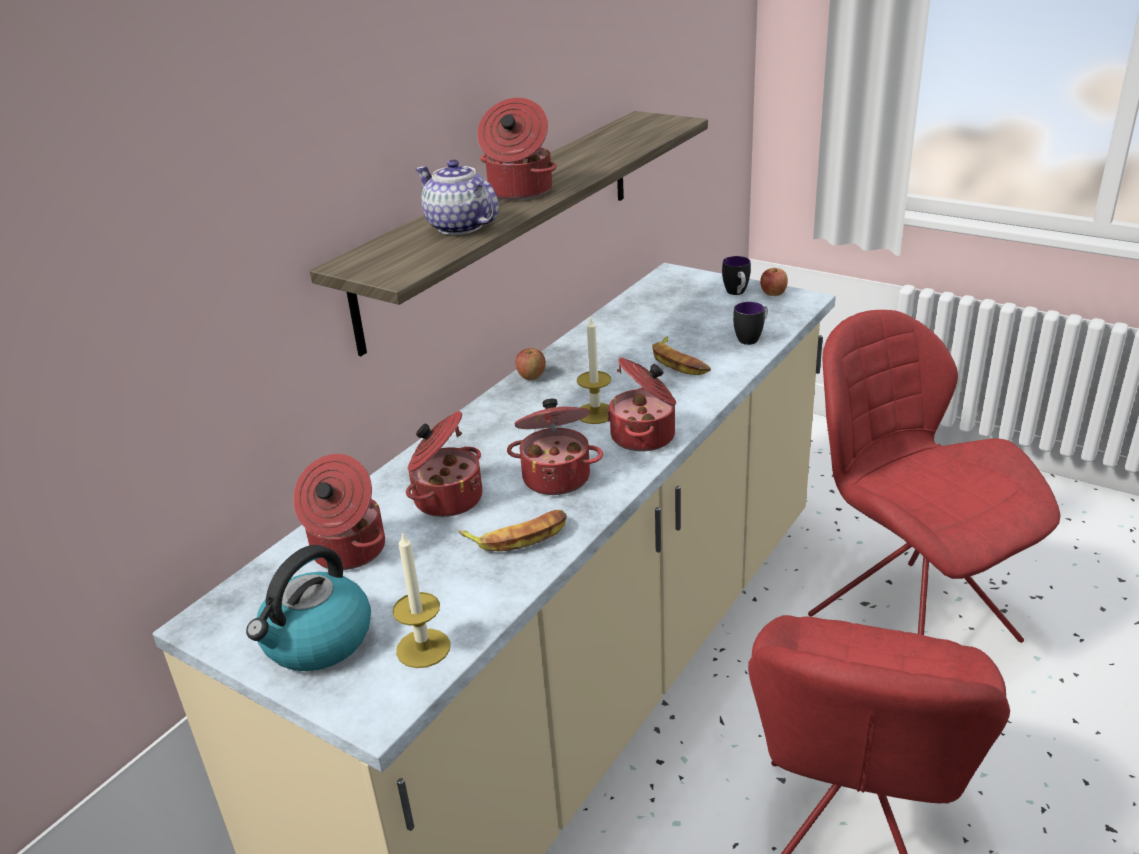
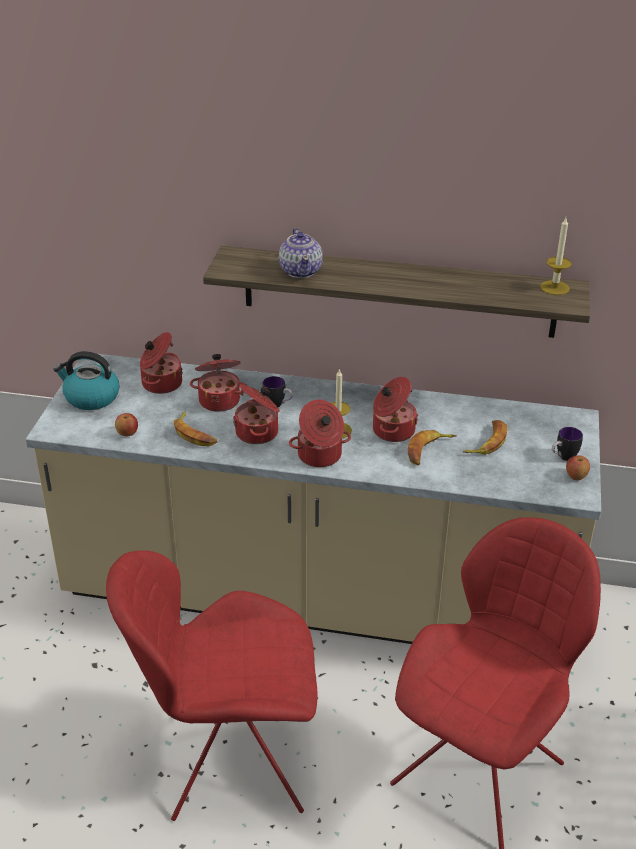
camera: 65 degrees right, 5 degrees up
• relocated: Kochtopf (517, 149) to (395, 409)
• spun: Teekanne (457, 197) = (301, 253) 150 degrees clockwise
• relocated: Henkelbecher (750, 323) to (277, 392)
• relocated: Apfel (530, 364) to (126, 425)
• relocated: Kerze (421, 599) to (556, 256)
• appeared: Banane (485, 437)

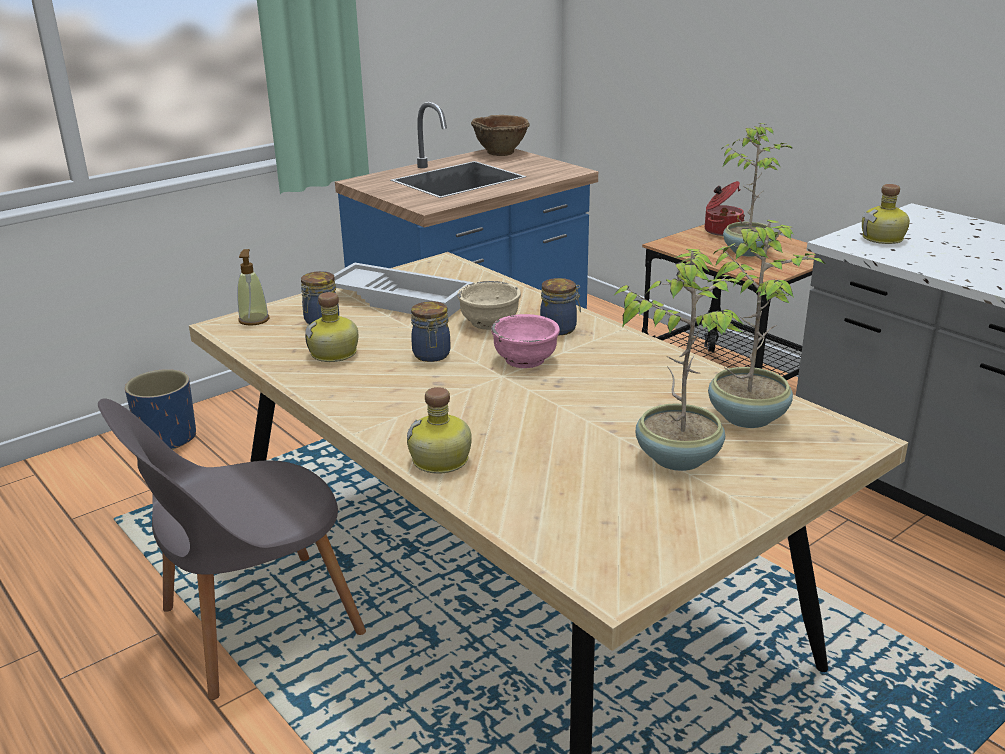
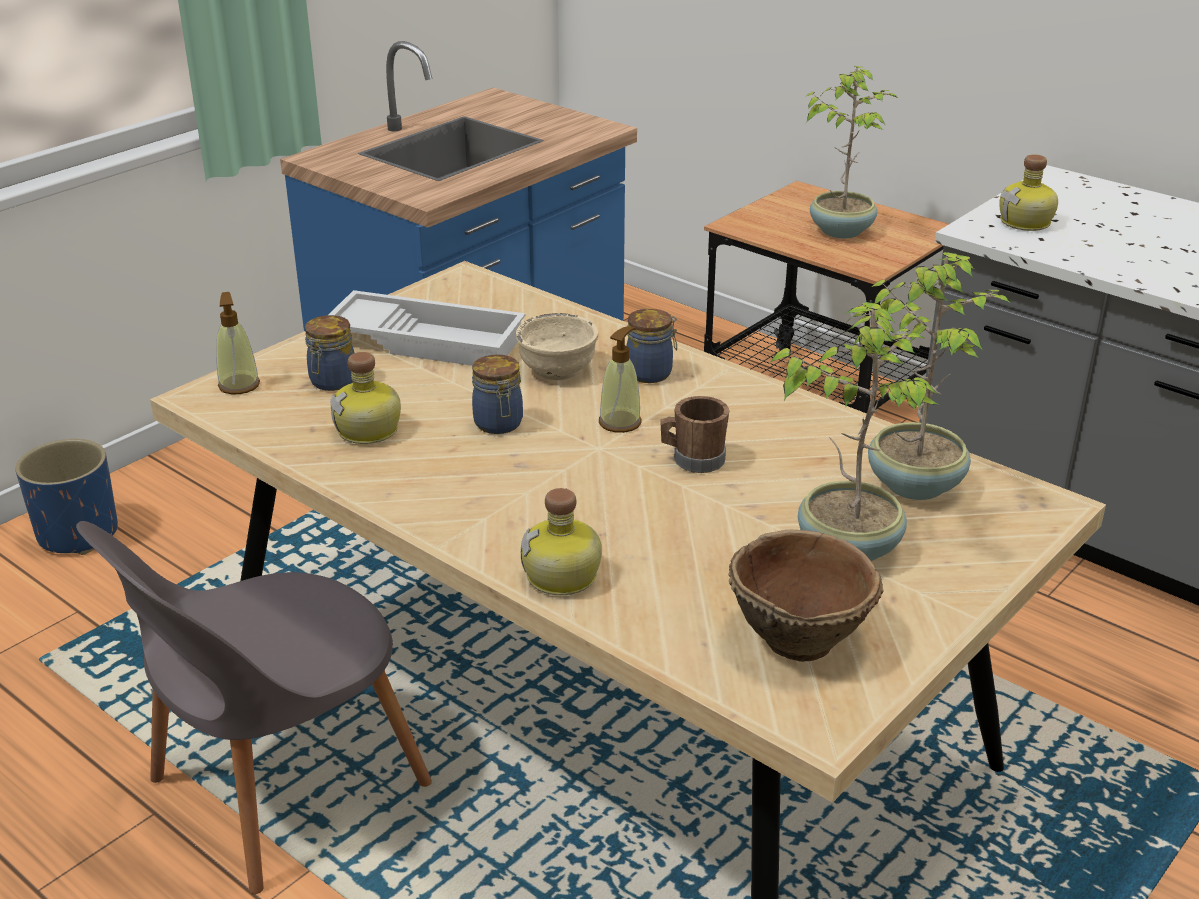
camera: 10 degrees left, 5 degrees up
• relocated: Schüssel [braun] (500, 135) to (805, 596)
• missing: Kochtopf (725, 208)
• exchanged: Schüssel [rosa] (525, 341) to Seifenspender (620, 379)
• appeared: Henkelbecher [braun] (695, 434)

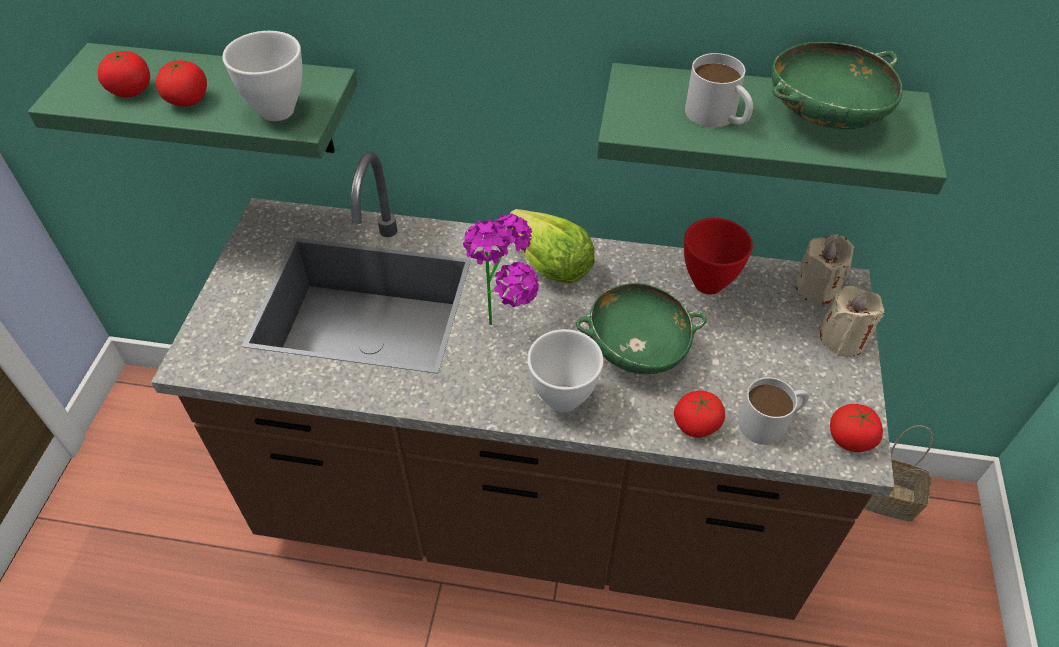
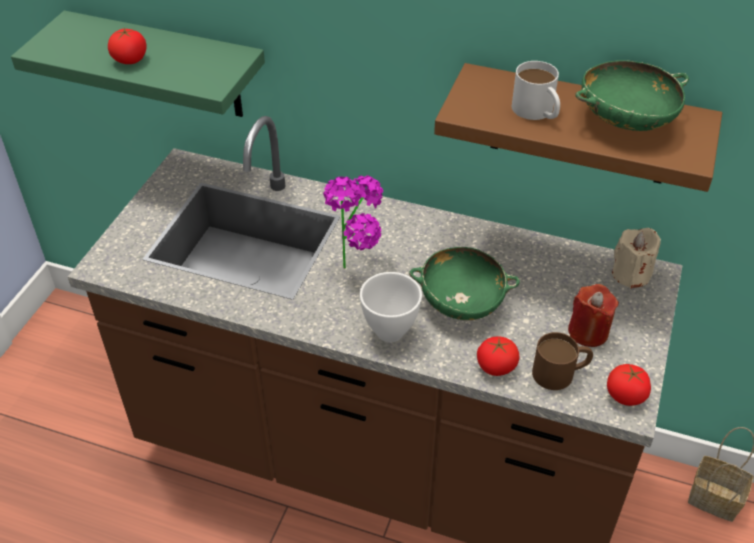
camera: 10 degrees right, 5 degrees down
• missing: Schüssel [weiß] (262, 76)
• missing: Tomate (124, 74)
• colour: Wandregal [grün] (772, 129) to Wandregal [braun] (578, 127)
• missing: Salatkopf (552, 246)
• missing: Schüssel [rot] (718, 256)
• missing: Kerze [beige] (852, 321)
• colour: Henkelbecher [weiß] (773, 411) to Henkelbecher [braun] (562, 361)
• appeared: Kerze [rot] (593, 315)

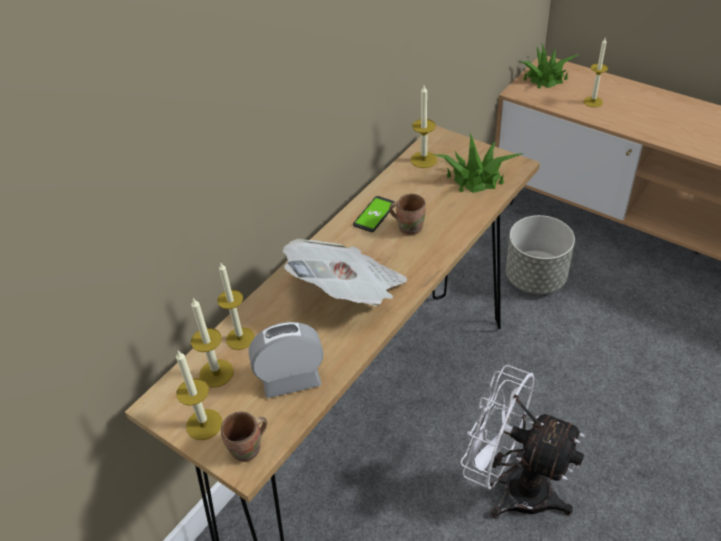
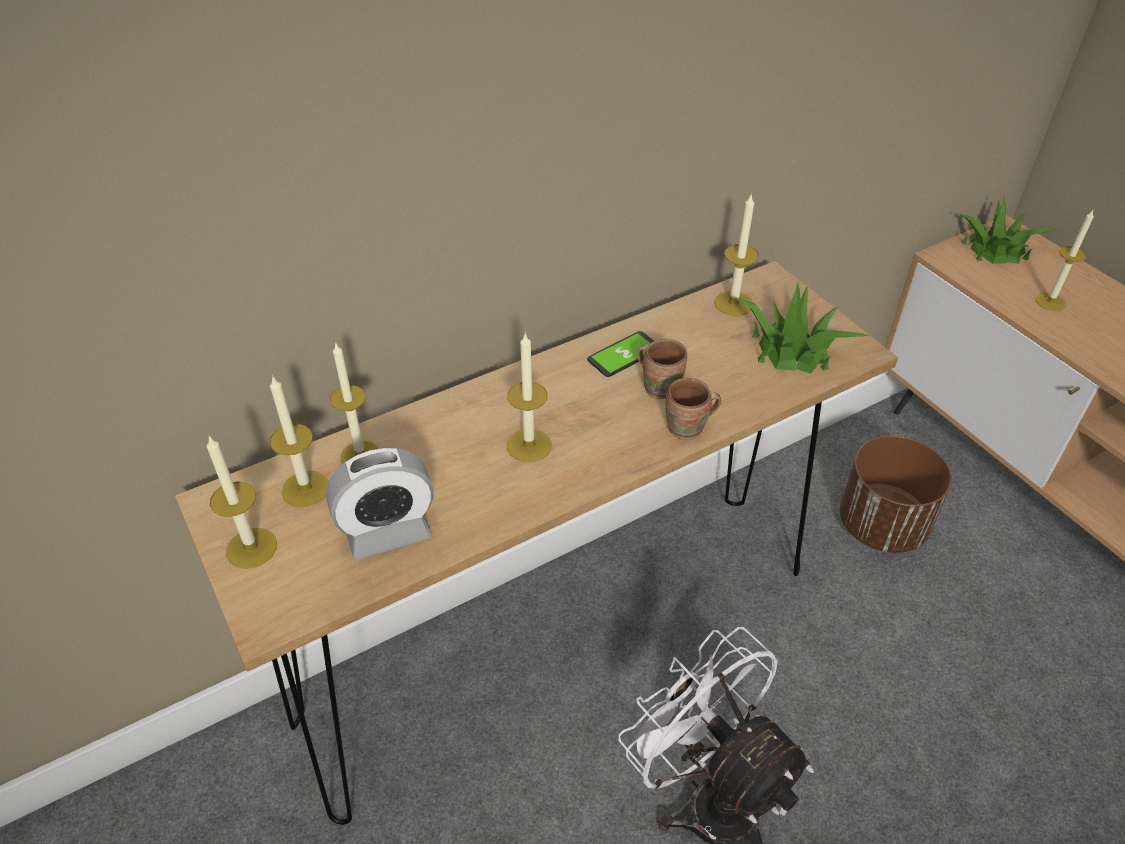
camera: 20 degrees right, 0 degrees up
• colour: Pflanzkübel [grau] (540, 254) to Pflanzkübel [braun] (896, 494)
• exchanged: Zeitung (344, 272) to Kerze (529, 397)
• spun: Wecker (286, 360) = (380, 504) 150 degrees clockwise
• relocated: Henkelbecher [braun] (244, 436) to (693, 409)

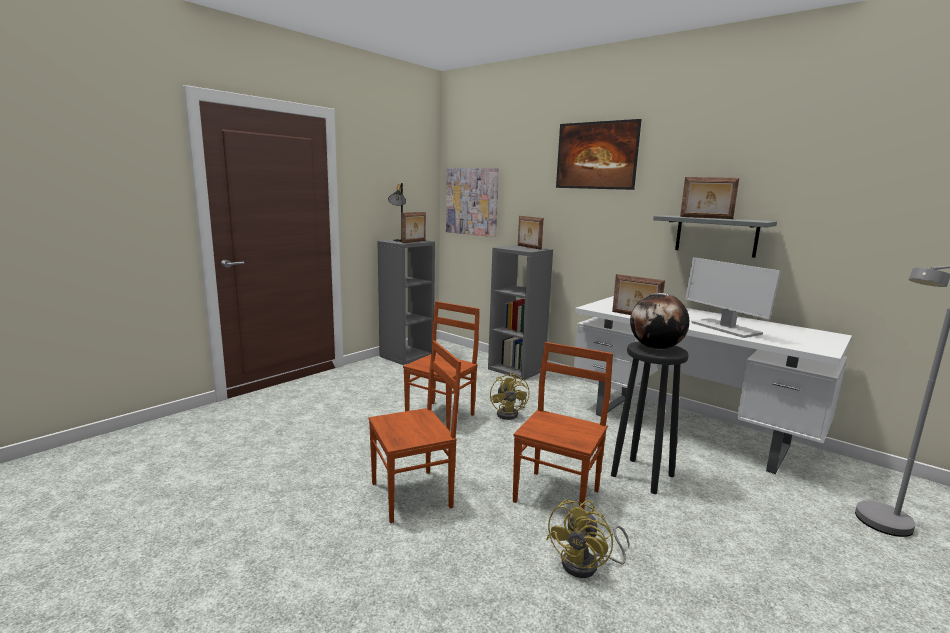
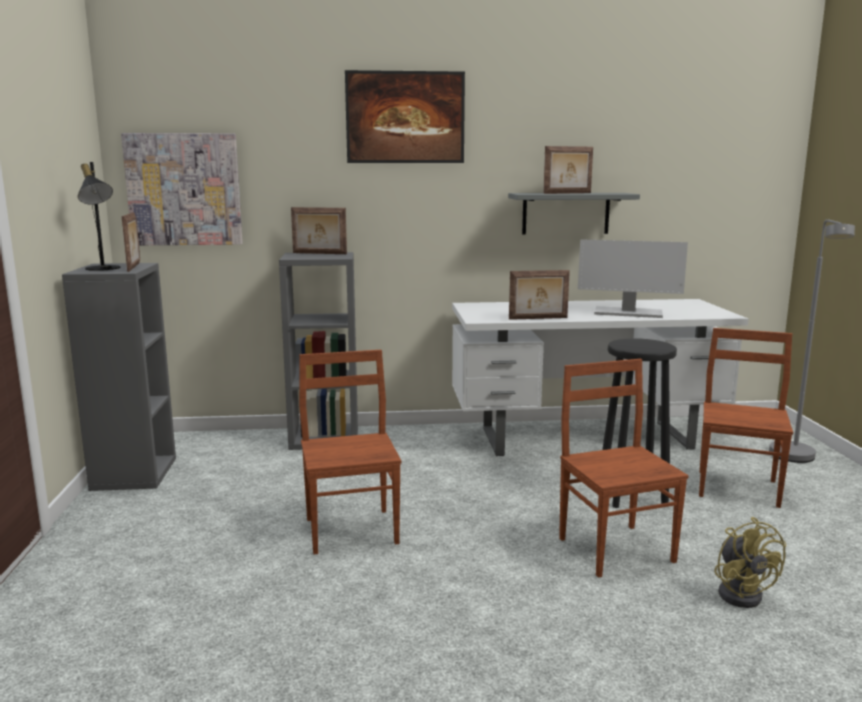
camera: 45 degrees left, 0 degrees up
• missing: Globus (659, 321)
• relocated: Stuhl [braun] (415, 432) to (746, 418)
• missing: Ventilator [gelb] (509, 396)

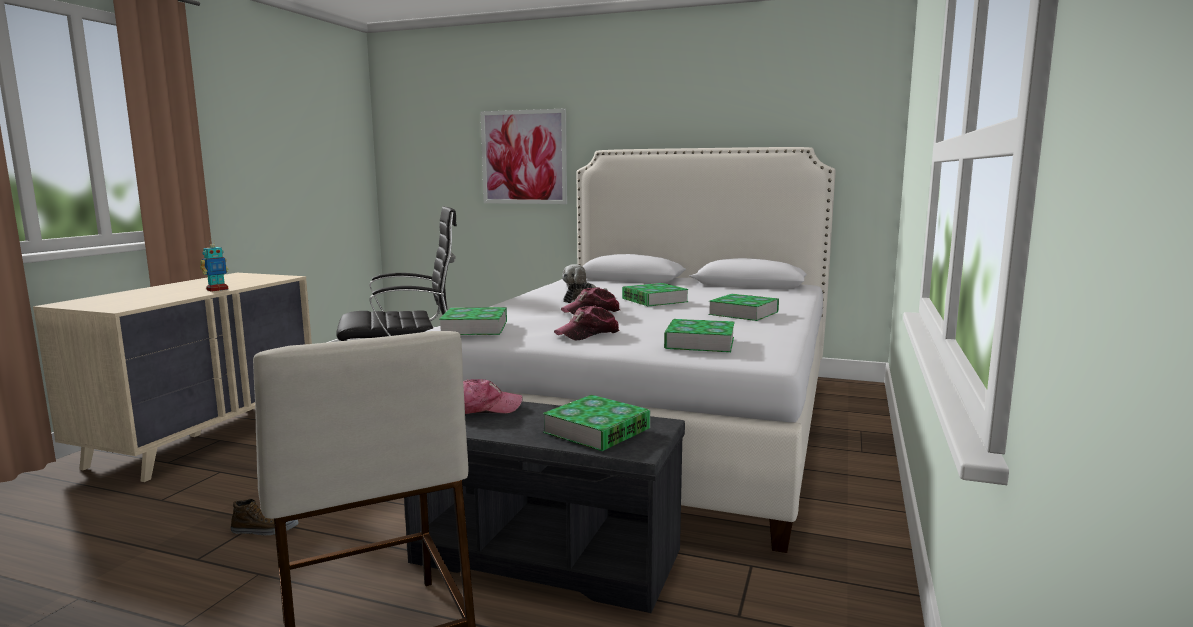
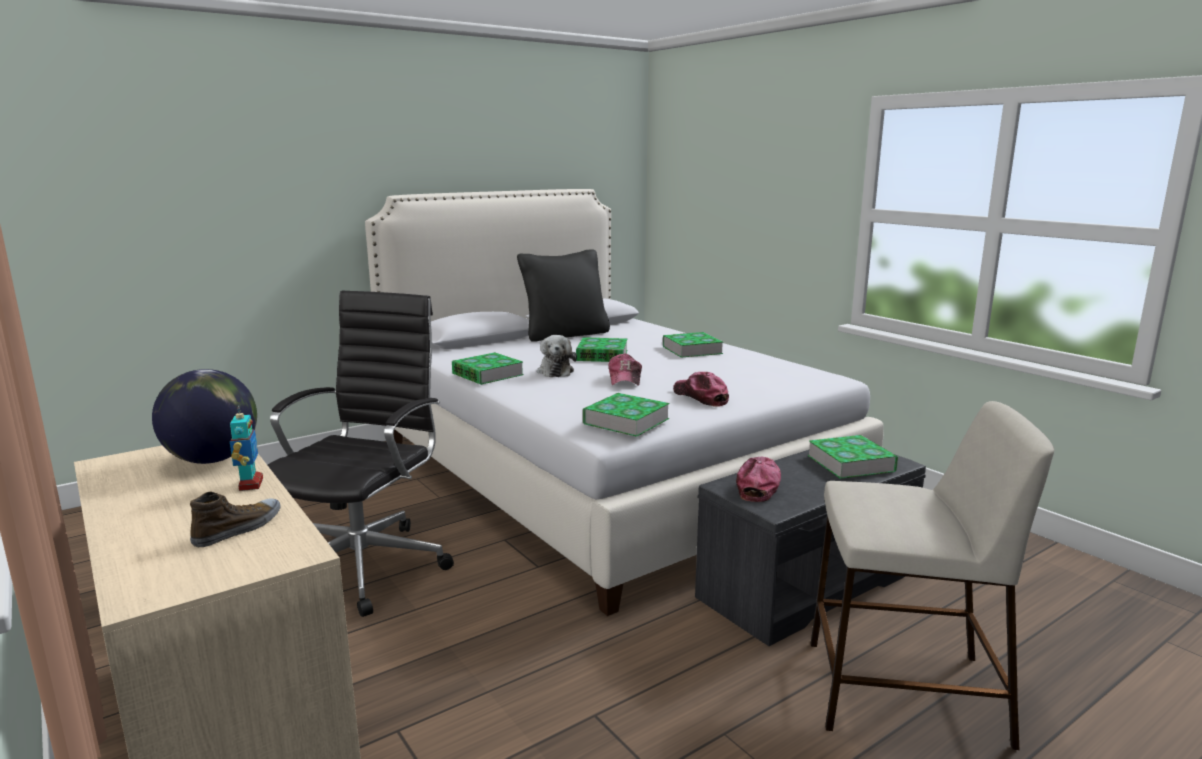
camera: 55 degrees left, 5 degrees up
• missing: Bild (524, 156)
• spun: Kappe (587, 323) = (701, 389) 150 degrees clockwise
• relocated: Buch (699, 335) to (488, 368)
• relocated: Schuh (265, 517) to (235, 519)
• appeared: Kissen [schwarz] (563, 296)
• appeared: Globus (204, 416)

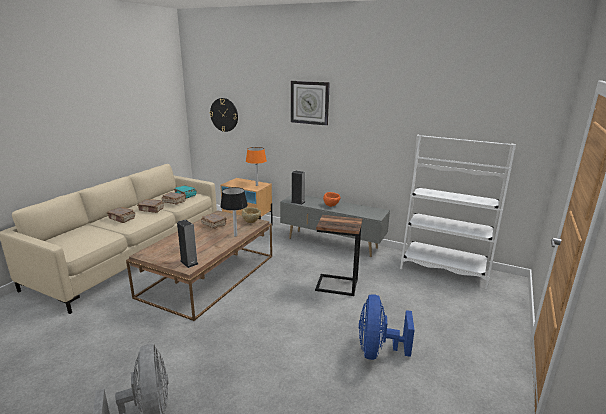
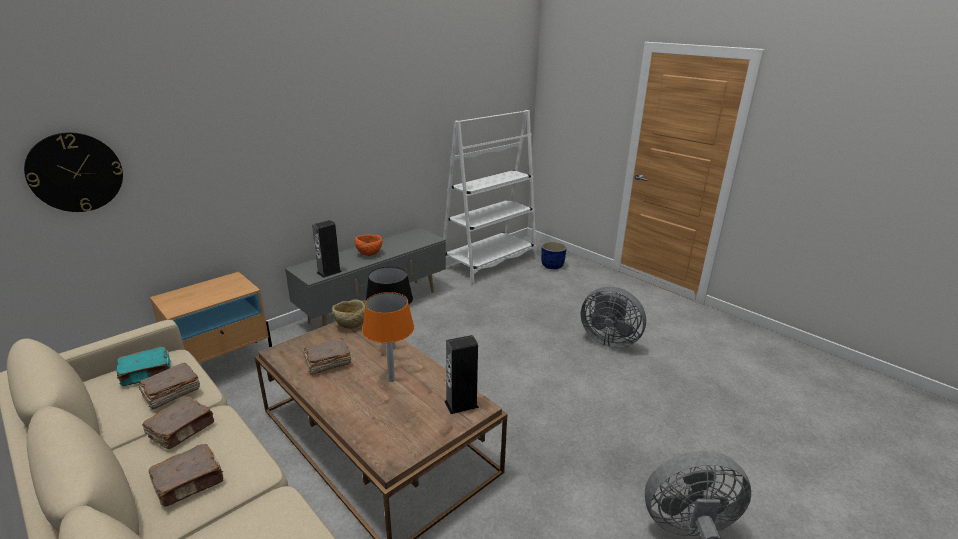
camera: 70 degrees left, 5 degrees up
• missing: Wanduhr (310, 103)
• relocated: Tischlampe [orange] (256, 166) to (388, 337)
• missing: Beistelltisch (338, 255)
• colour: Ventilator [blau] (387, 327) to Ventilator [grau] (613, 317)
• appeared: Pflanzkübel [blau] (554, 255)

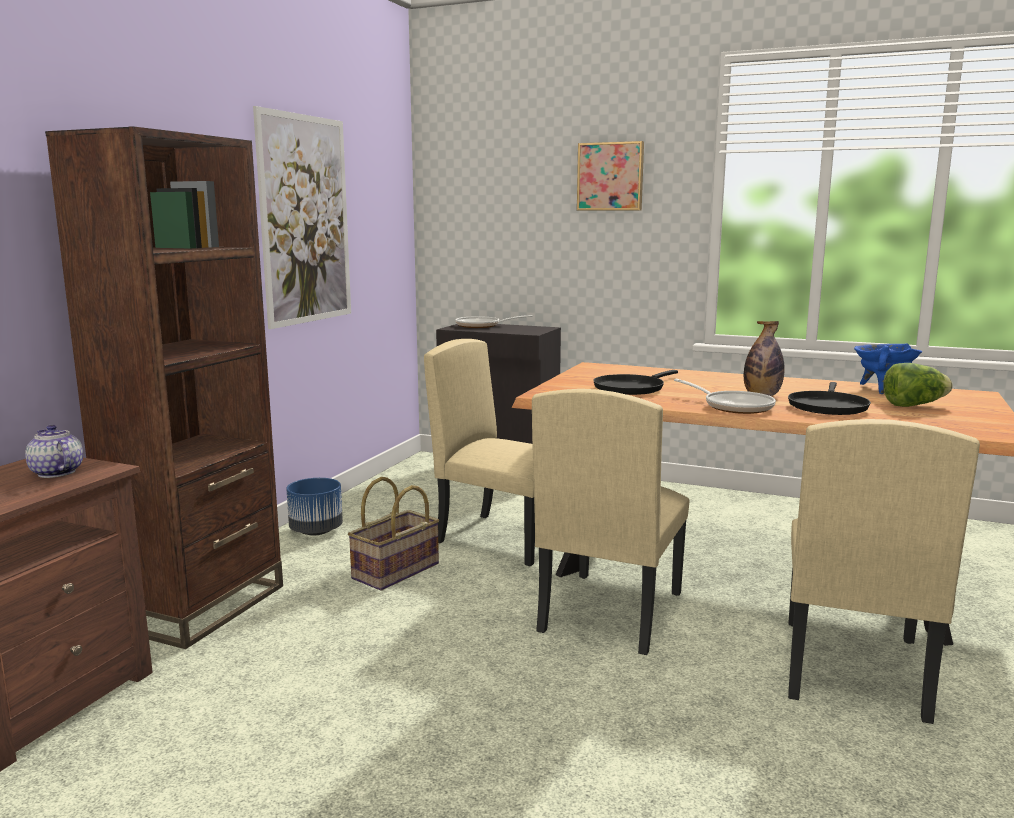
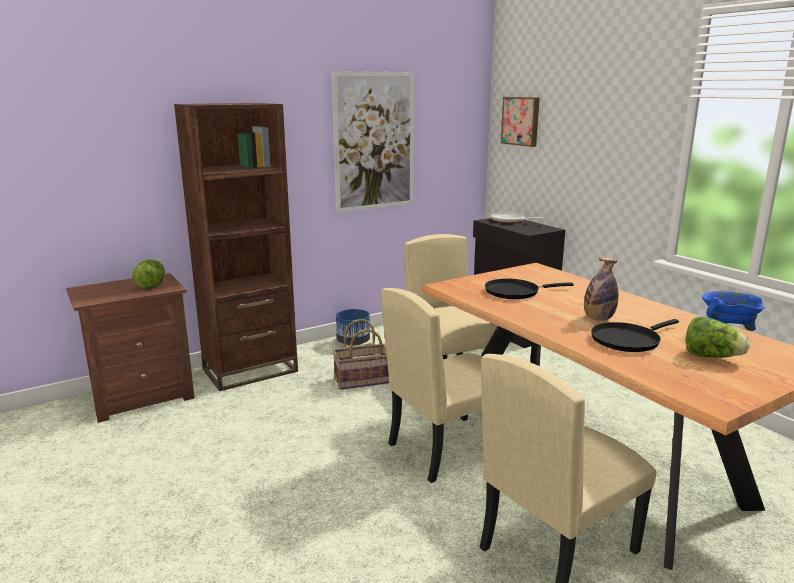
camera: 35 degrees right, 5 degrees up
• relocated: Bild (610, 176) to (520, 122)
• missing: Pfanne (725, 396)
• exchanged: Teekanne (54, 451) to Salatkopf (148, 274)

